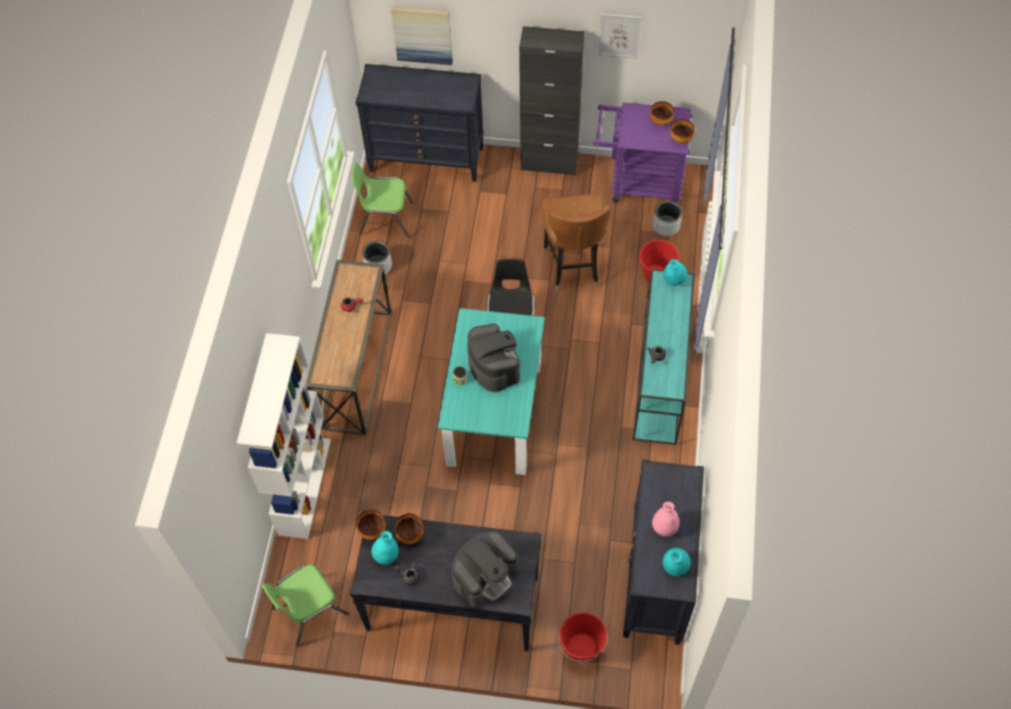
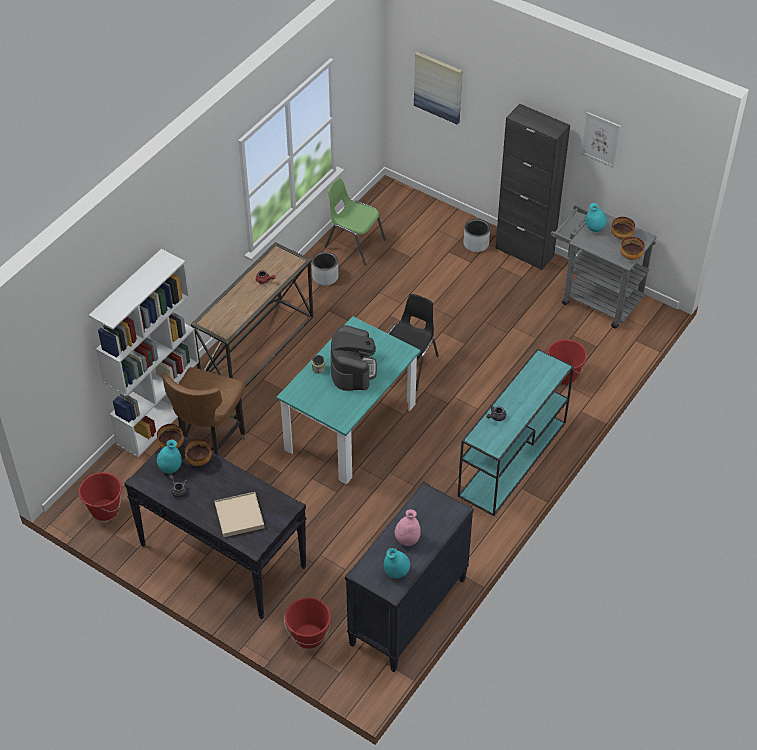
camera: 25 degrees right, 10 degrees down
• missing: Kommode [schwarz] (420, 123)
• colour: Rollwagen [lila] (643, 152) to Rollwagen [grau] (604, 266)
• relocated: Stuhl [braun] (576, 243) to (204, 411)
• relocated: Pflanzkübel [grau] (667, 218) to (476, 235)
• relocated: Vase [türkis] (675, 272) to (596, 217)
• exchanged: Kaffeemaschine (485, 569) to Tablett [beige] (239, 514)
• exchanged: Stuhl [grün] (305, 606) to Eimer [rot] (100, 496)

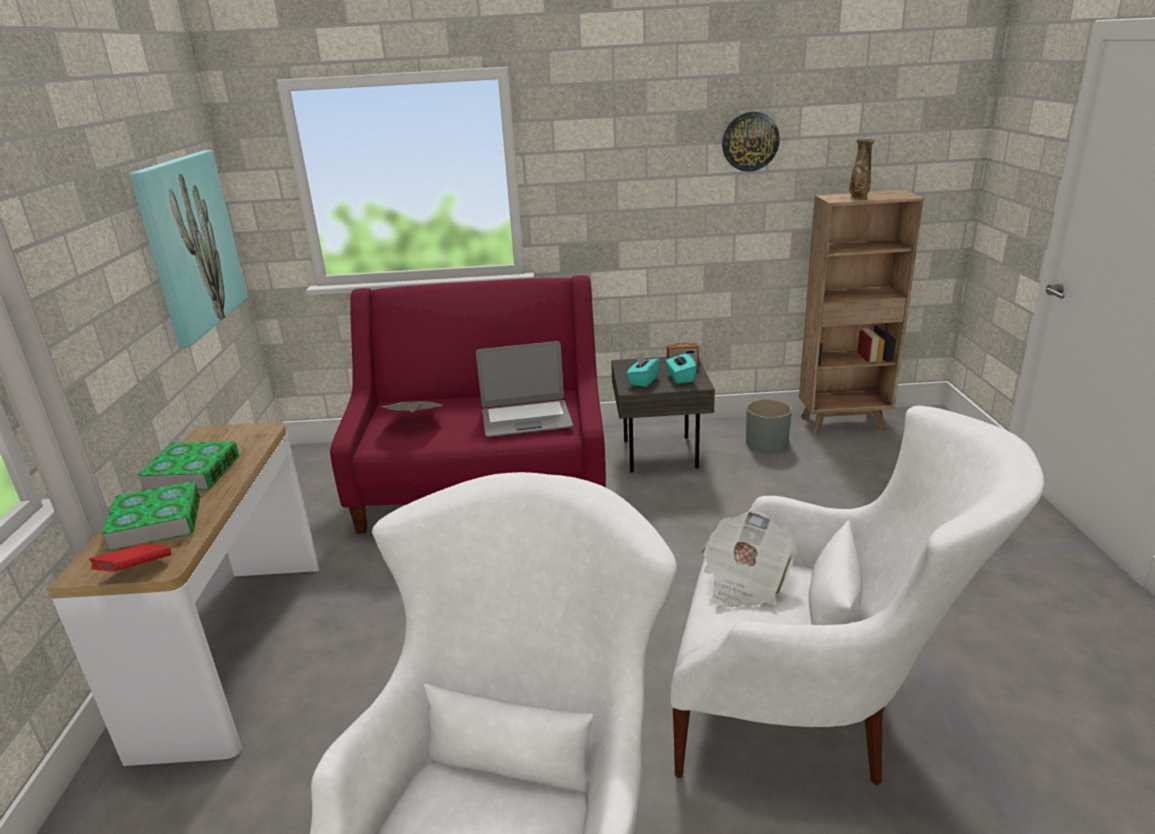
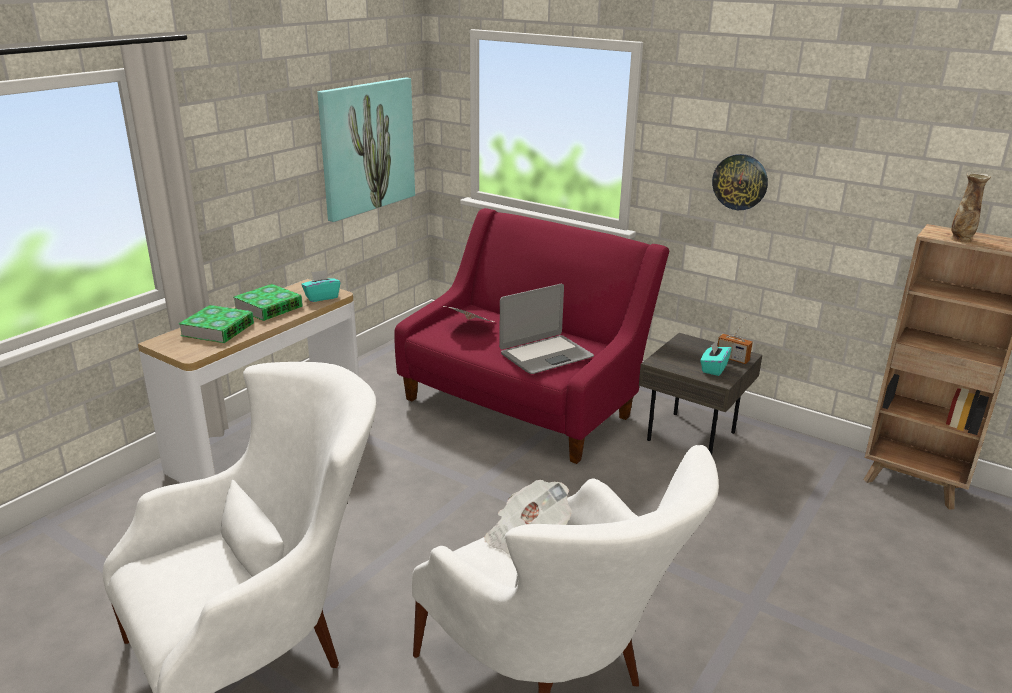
camera: 35 degrees right, 0 degrees up
• relocated: Wanduhr (751, 142) to (740, 182)
• spun: Laptop (524, 389) = (546, 329) 60 degrees counterclockwise
• relocated: Taschentuchbox [türkis] (643, 370) to (321, 286)
• missing: Pflanzkübel [grau] (769, 426)
• missing: Buch [rot] (130, 557)

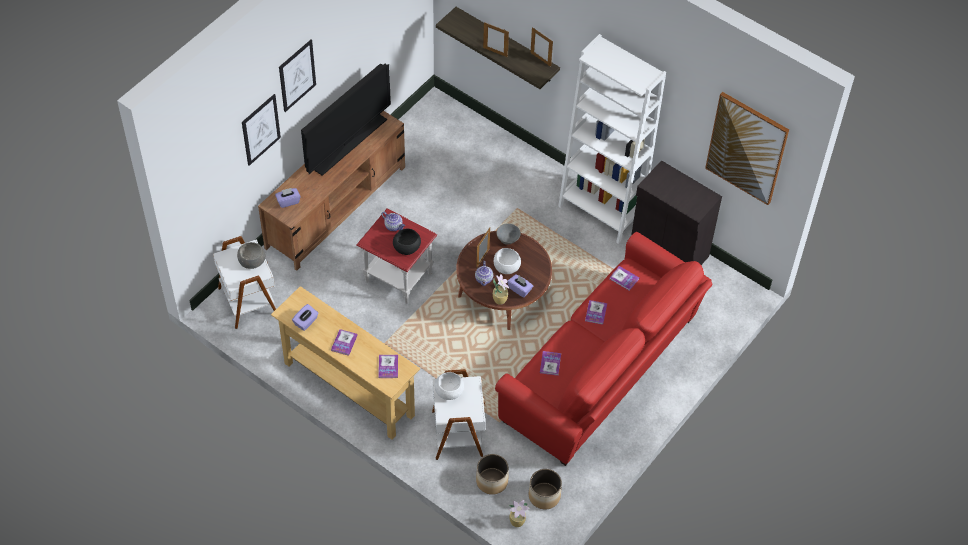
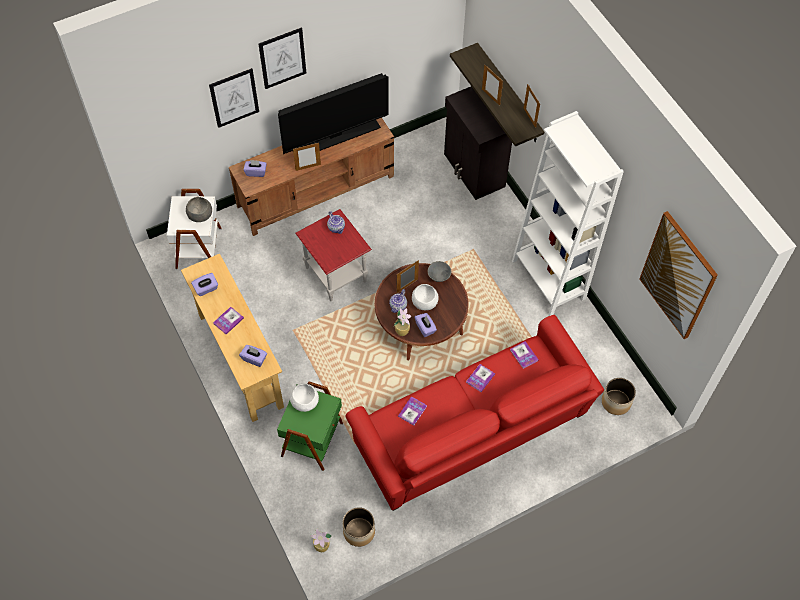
camera: 25 degrees right, 5 degrees up
• relocated: Schrank [schwarz] (676, 212) to (478, 143)
• missing: Schüssel [schwarz] (407, 242)
• exchanged: Buch (388, 366) to Taschentuchbox [lila] (253, 356)
• colour: Beistelltisch [weiß] (458, 414) to Beistelltisch [grün] (310, 426)
• relocated: Pflanzkübel (492, 474) to (619, 396)
• appeared: Bilderrahmen (307, 157)

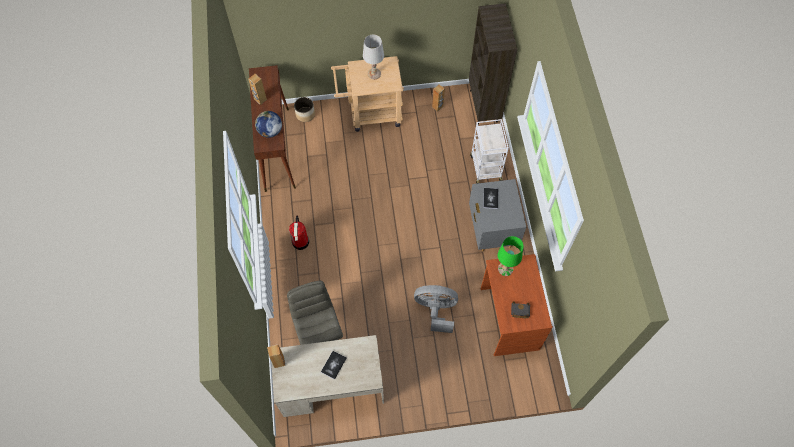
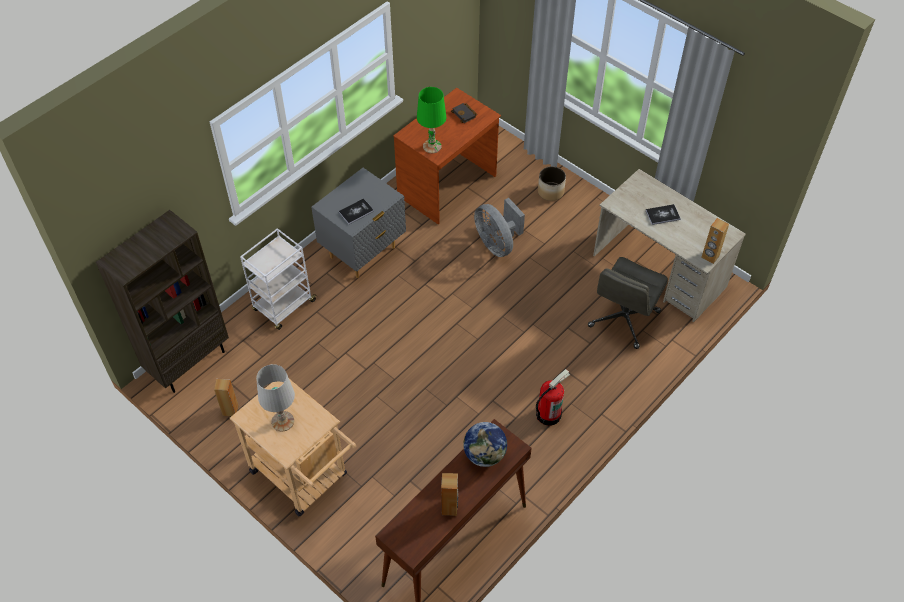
camera: 130 degrees left, 10 degrees down
• relocated: Pflanzkübel (304, 109) to (552, 183)

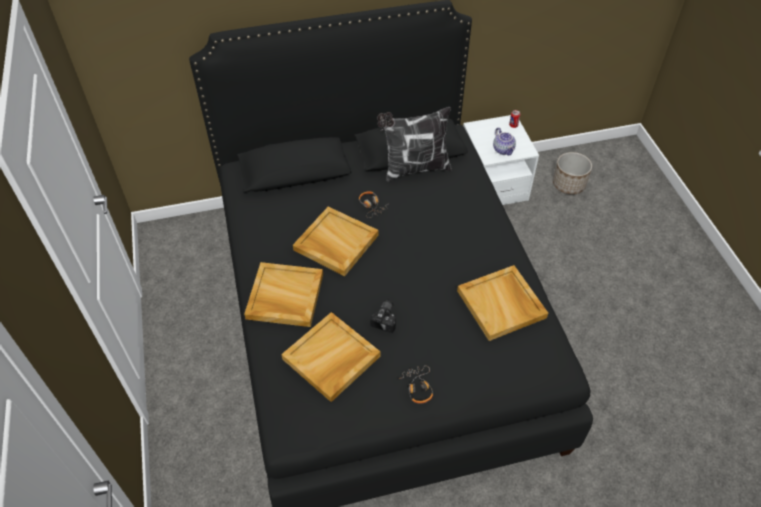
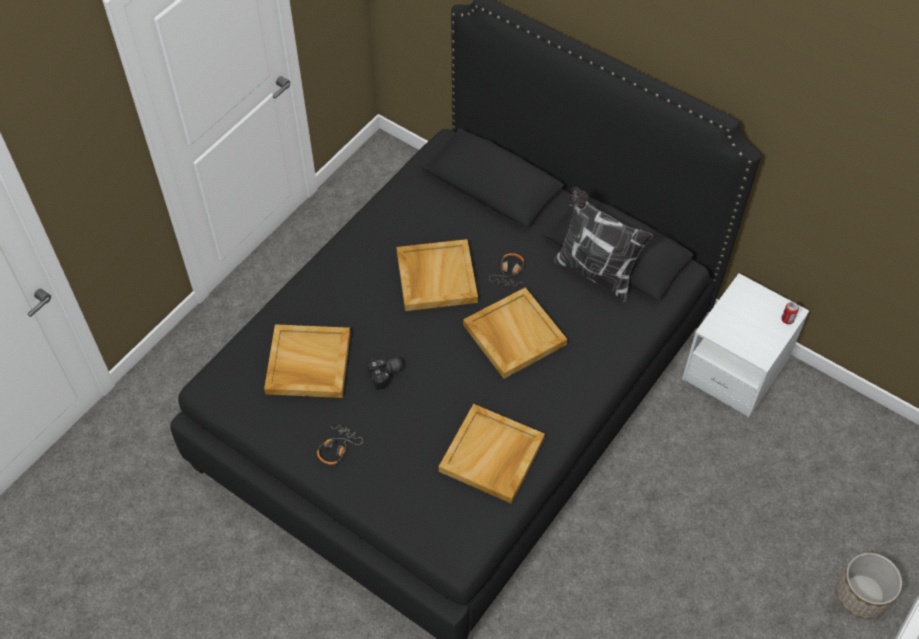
camera: 50 degrees right, 5 degrees up
• missing: Teekanne (504, 141)
• relocated: Pflanzkübel (572, 173) to (869, 586)
• relocated: Tablett [beige] (283, 294) to (515, 333)

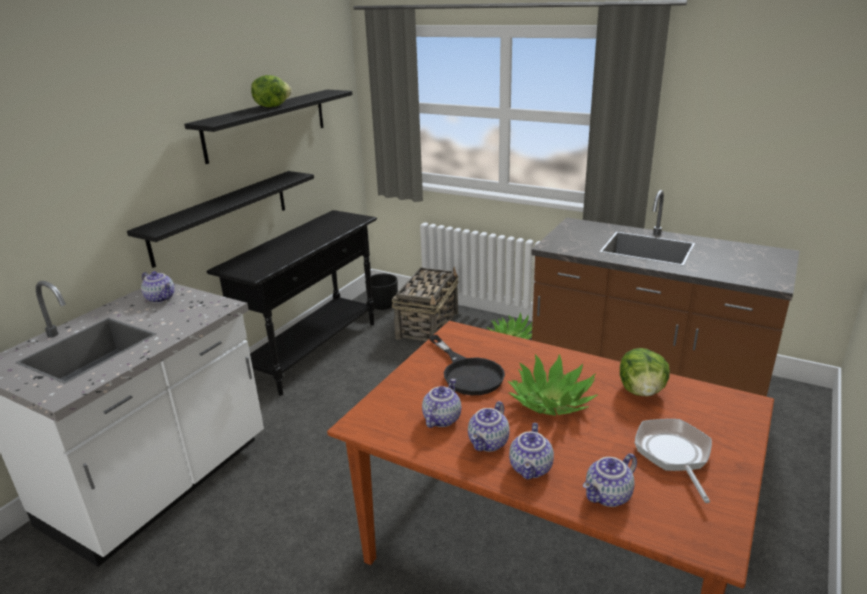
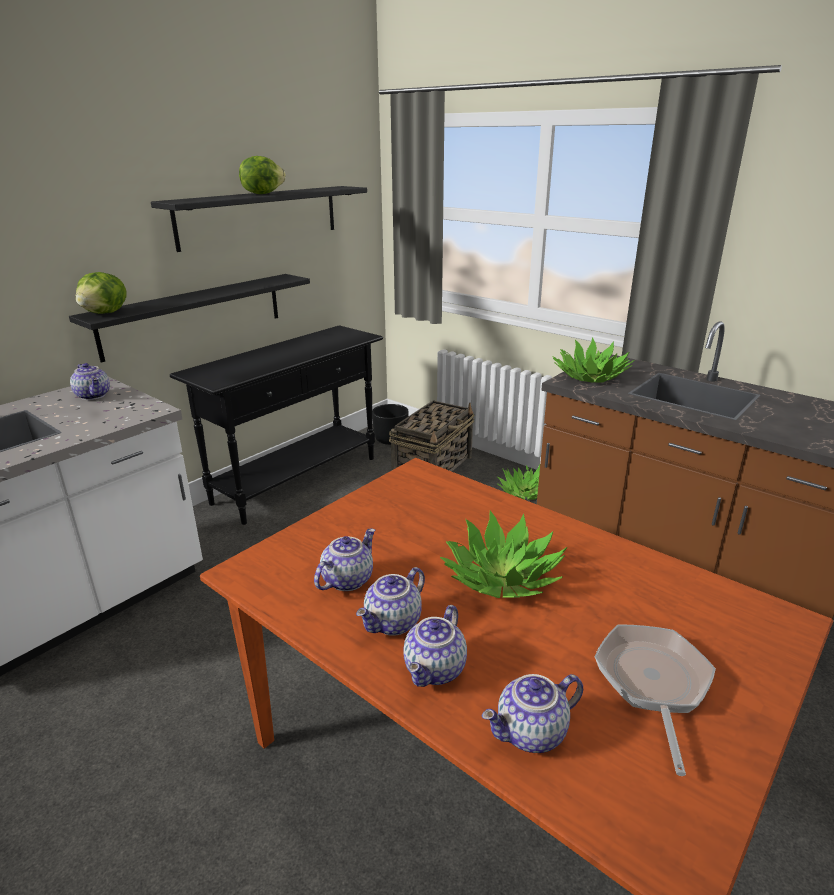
camera: 10 degrees right, 0 degrees up
• missing: Pfanne [schwarz] (467, 365)
• relocated: Salatkopf (645, 372) to (101, 293)
• appeared: Topfpflanze (593, 360)

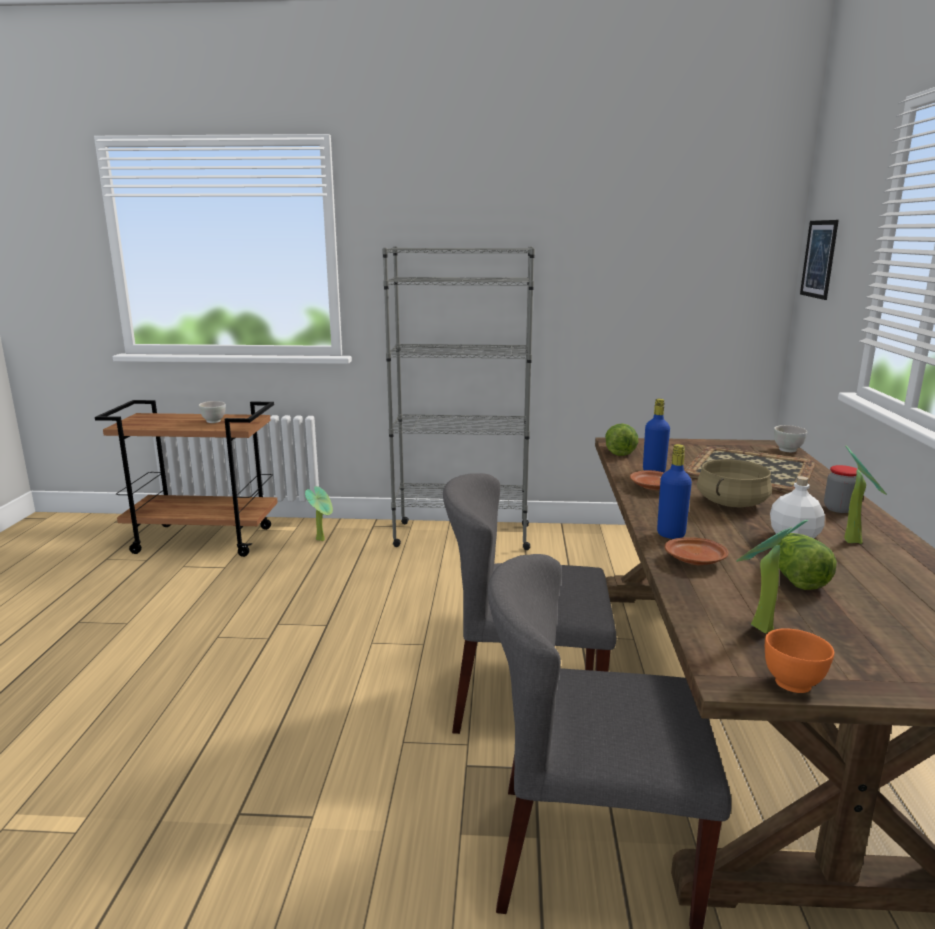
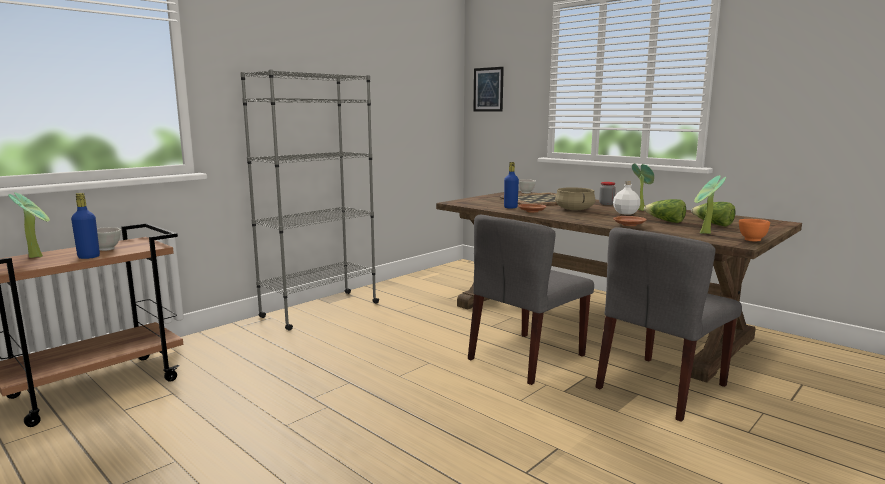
camera: 50 degrees left, 5 degrees down
• relocated: Salatkopf (621, 439) to (713, 214)
• relocated: Flasche [blau] (674, 491) to (85, 226)
• relocated: Topfpflanze (319, 513) to (29, 225)

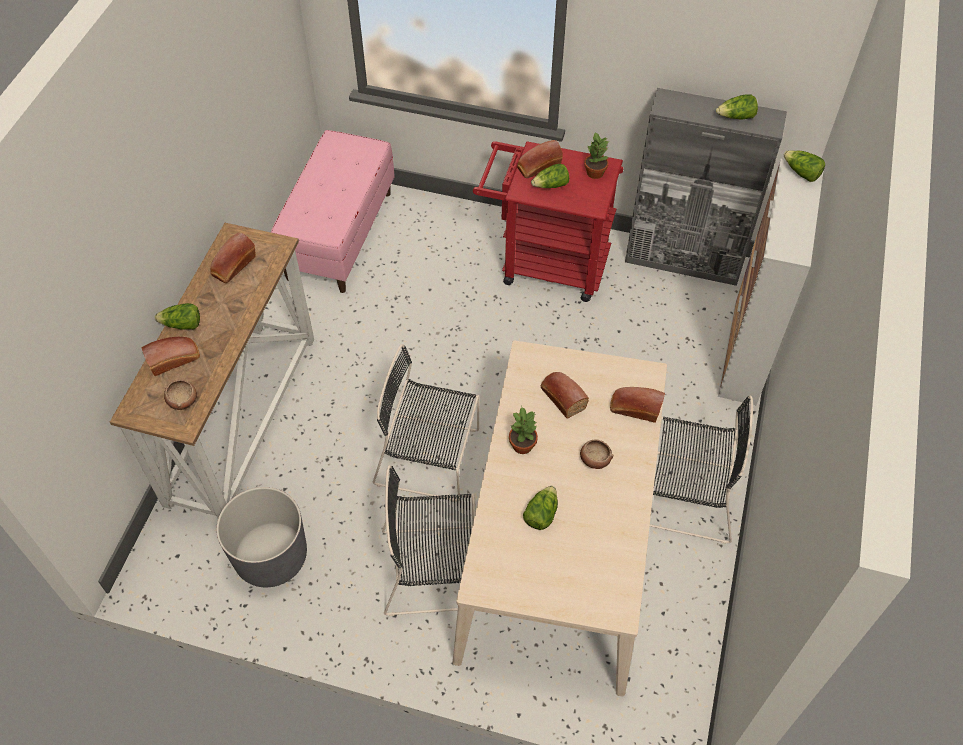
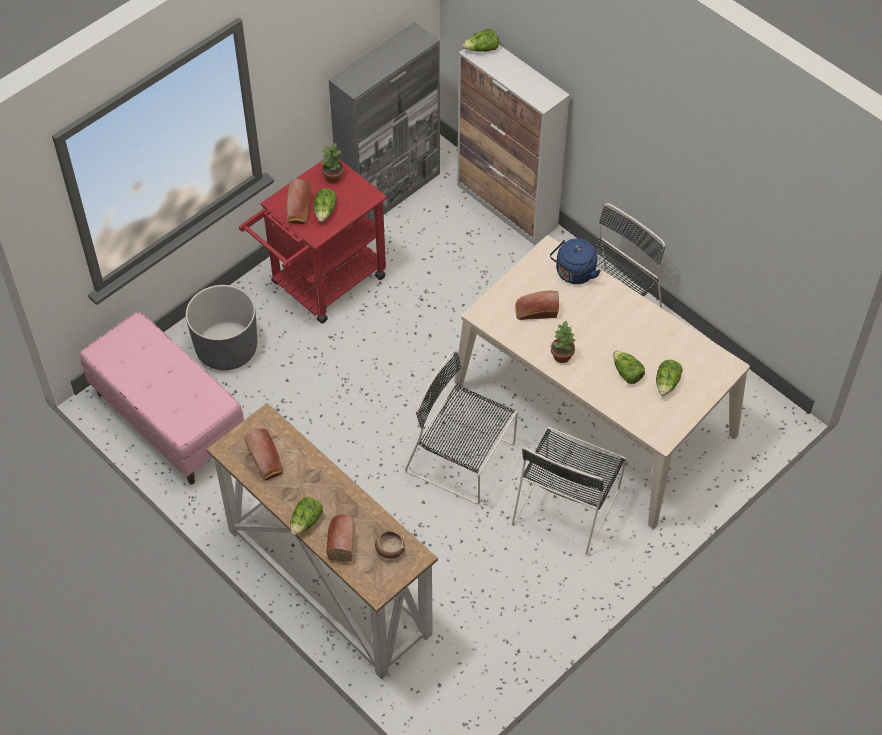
camera: 60 degrees left, 0 degrees up
• relocated: Salatkopf (737, 107) to (669, 378)
• spun: Stuhl [schwarz] (426, 423) = (461, 427) 75 degrees clockwise
• exchanged: Brot (637, 405) to Wasserkessel [blau] (575, 261)
• missing: Schüssel (596, 454)
• relocated: Pflanzkübel [grau] (261, 537) to (221, 327)

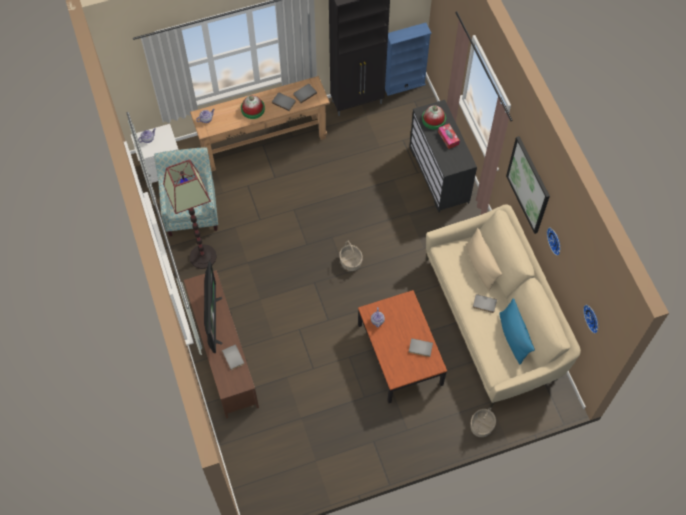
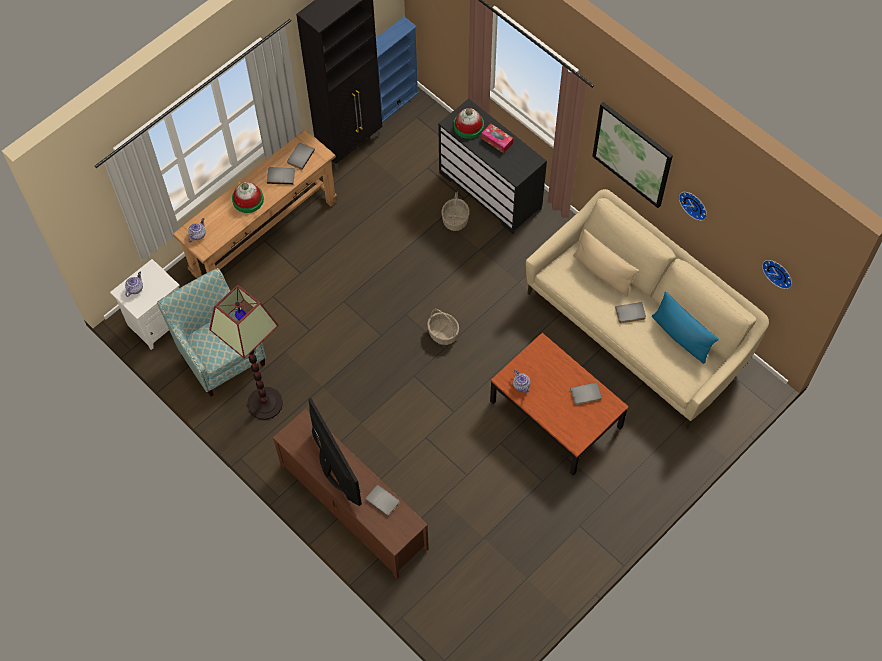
camera: 25 degrees left, 0 degrees up
• relocated: Korb (483, 422) to (456, 211)

